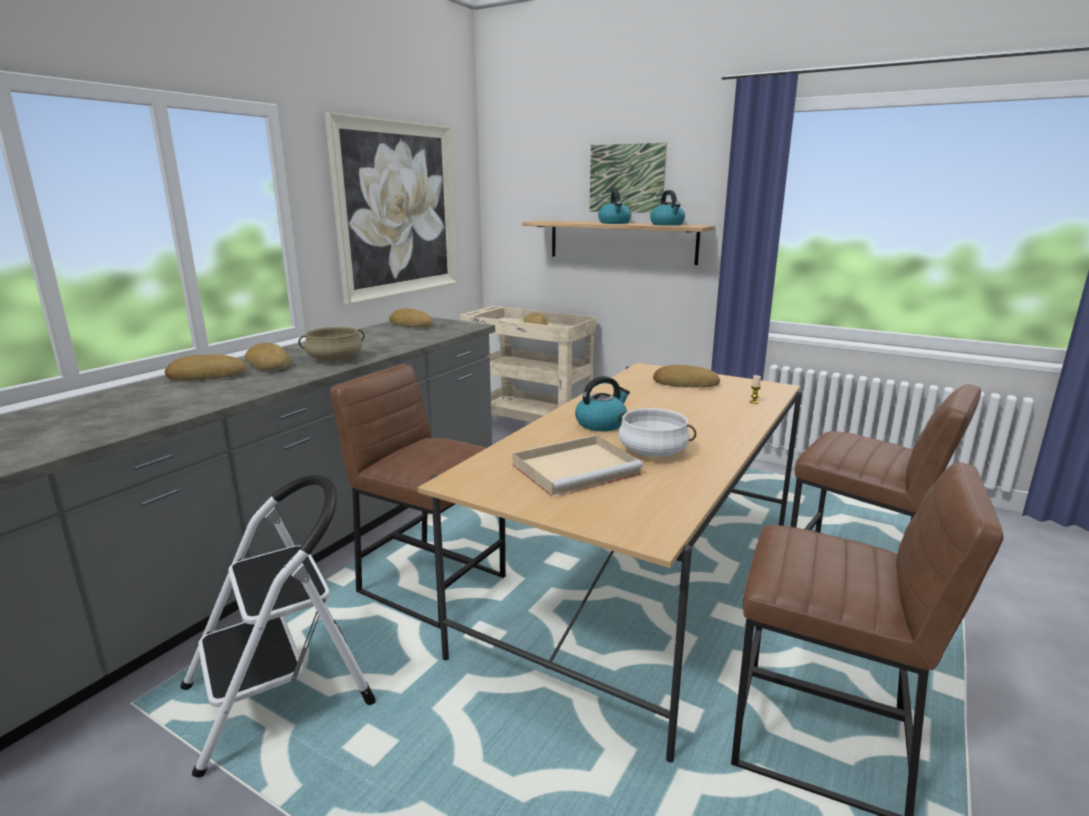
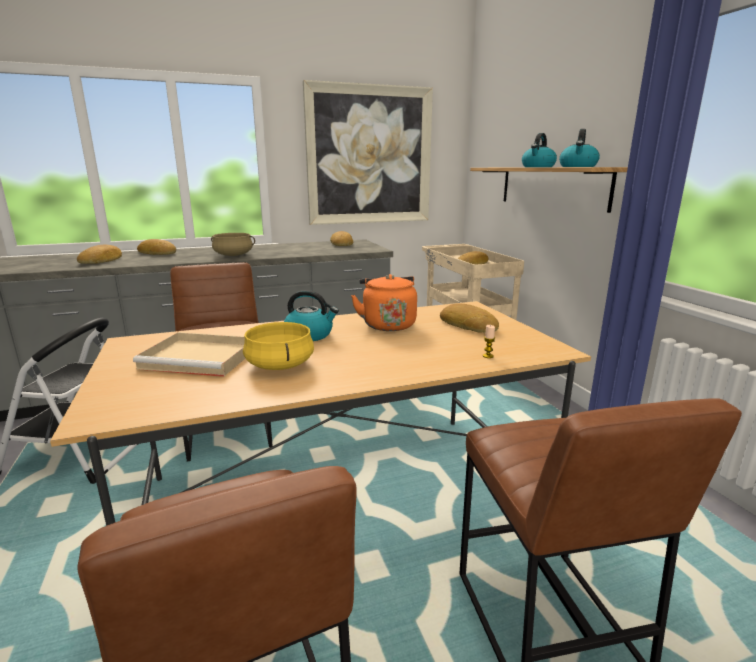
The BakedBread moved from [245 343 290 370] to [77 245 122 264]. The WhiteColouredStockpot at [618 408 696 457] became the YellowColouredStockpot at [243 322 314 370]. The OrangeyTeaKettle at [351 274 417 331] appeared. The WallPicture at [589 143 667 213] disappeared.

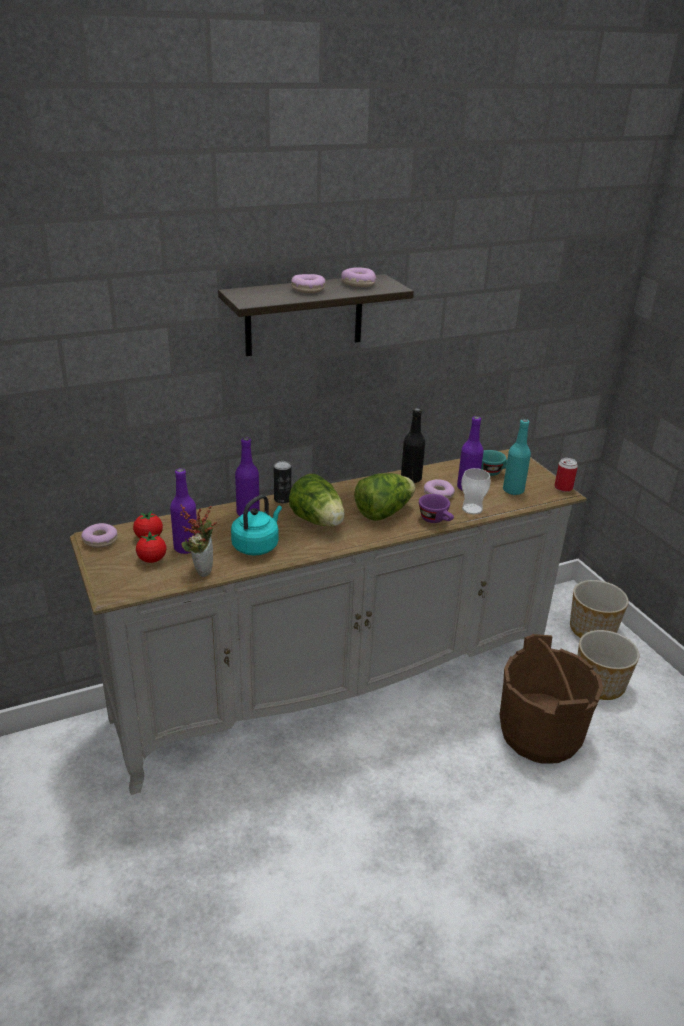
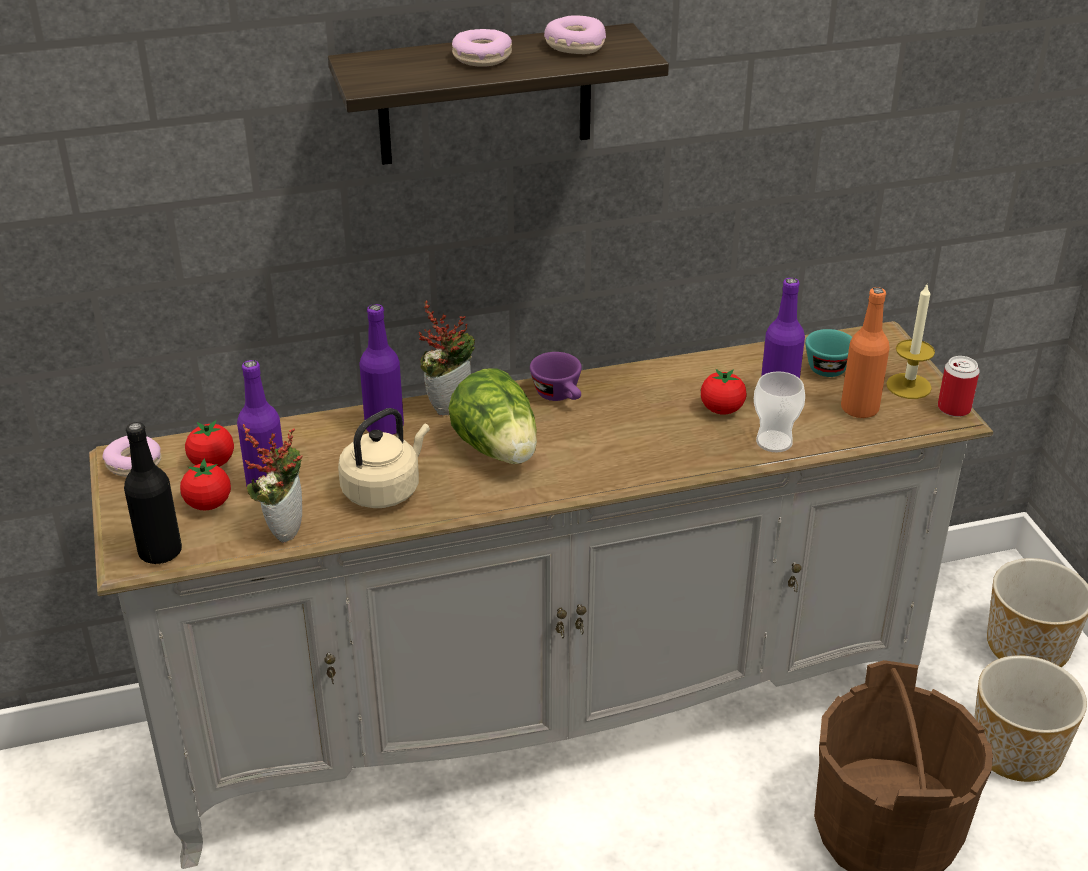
The BlackishDrinkBottle moved from [401 408 425 483] to [124 422 182 564]. The BlueGreenTeaKettle at [231 495 282 556] became the BeigeColouredTeaKettle at [338 408 430 508]. The MetalCan at [274 461 291 503] was replaced by the Houseplant at [419 300 475 416]. The PurpleColouredCup moved from [419 494 454 523] to [530 352 582 401]. The RingDoughnut at [424 479 455 499] was replaced by the Tomato at [701 369 746 415]. The BlueGreenDrinkBottle at [503 419 531 495] became the OrangeyDrinkBottle at [841 287 890 419]. The Candle at [886 285 935 399] appeared. The Lettuce at [354 473 415 521] disappeared.

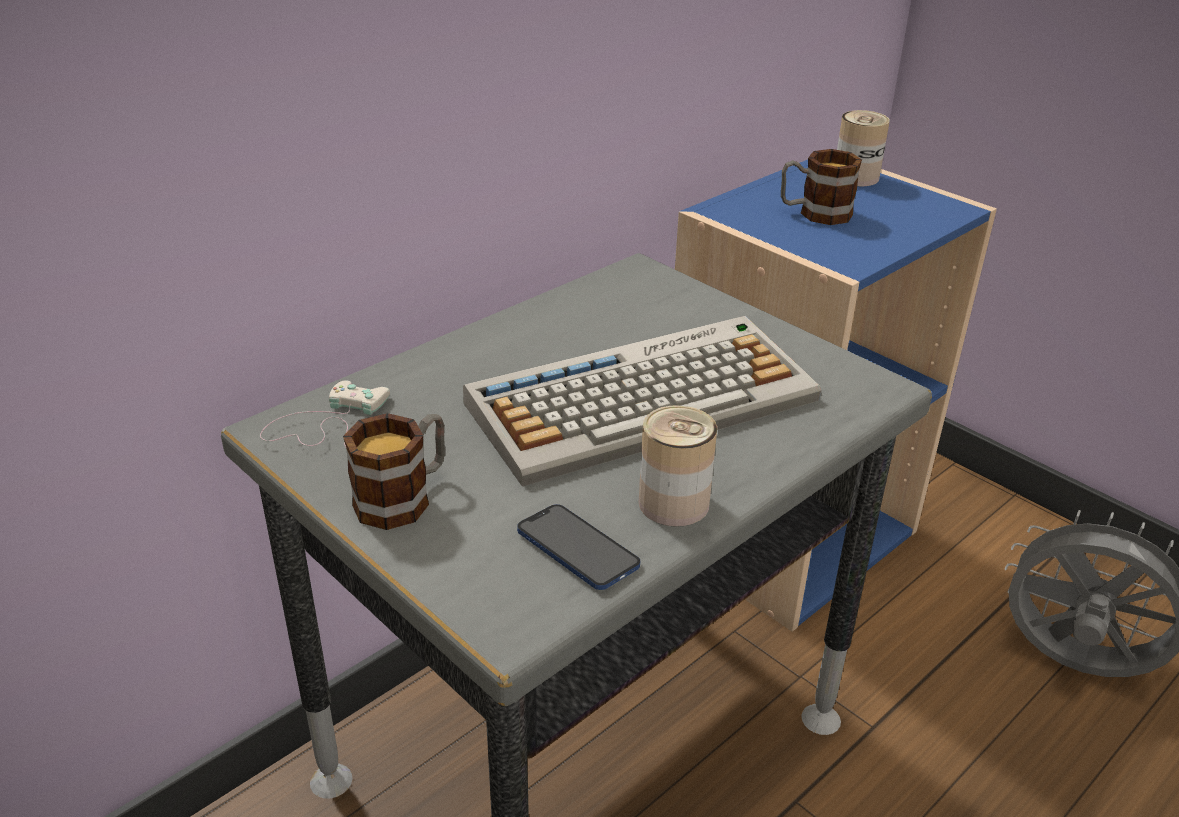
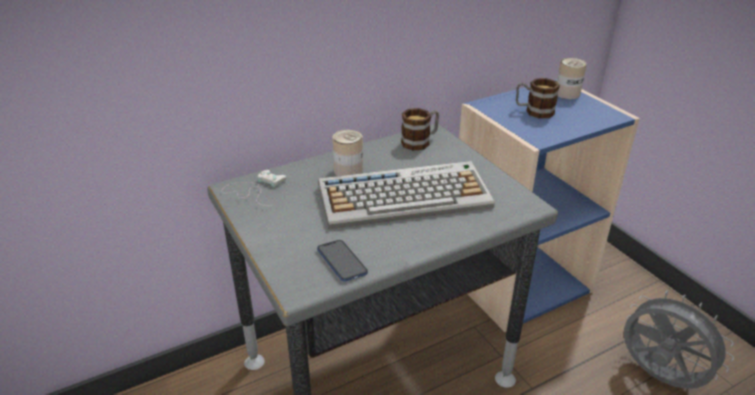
The MetalCan moved from [639 405 717 527] to [333 130 363 176]. The TeaMug moved from [343 413 445 530] to [401 108 439 151].

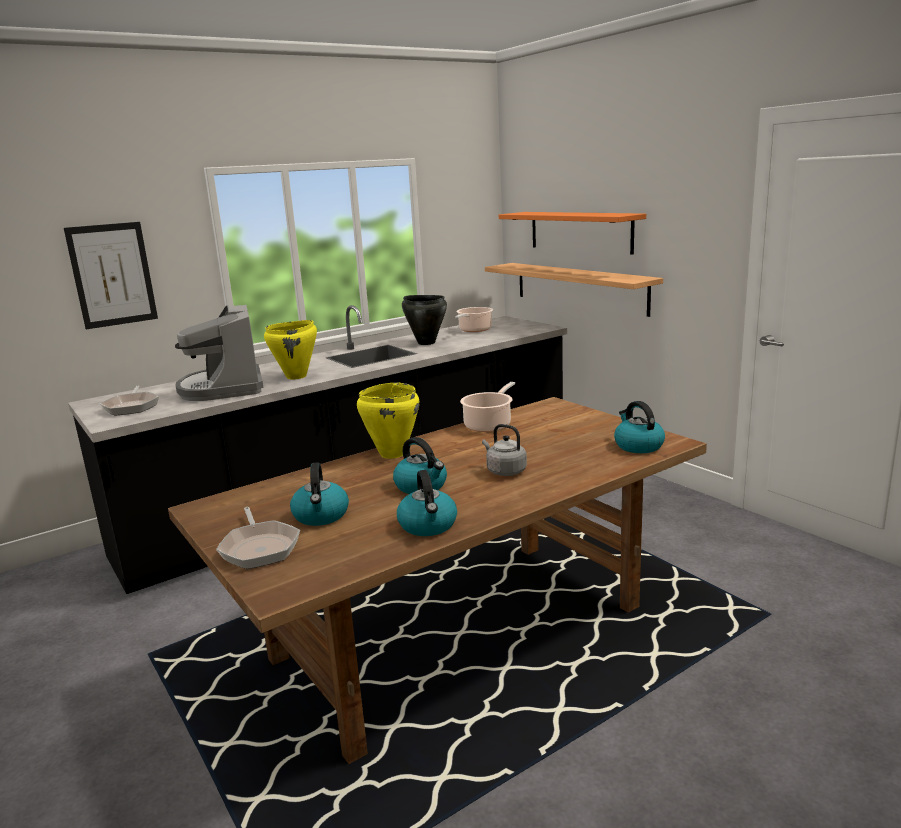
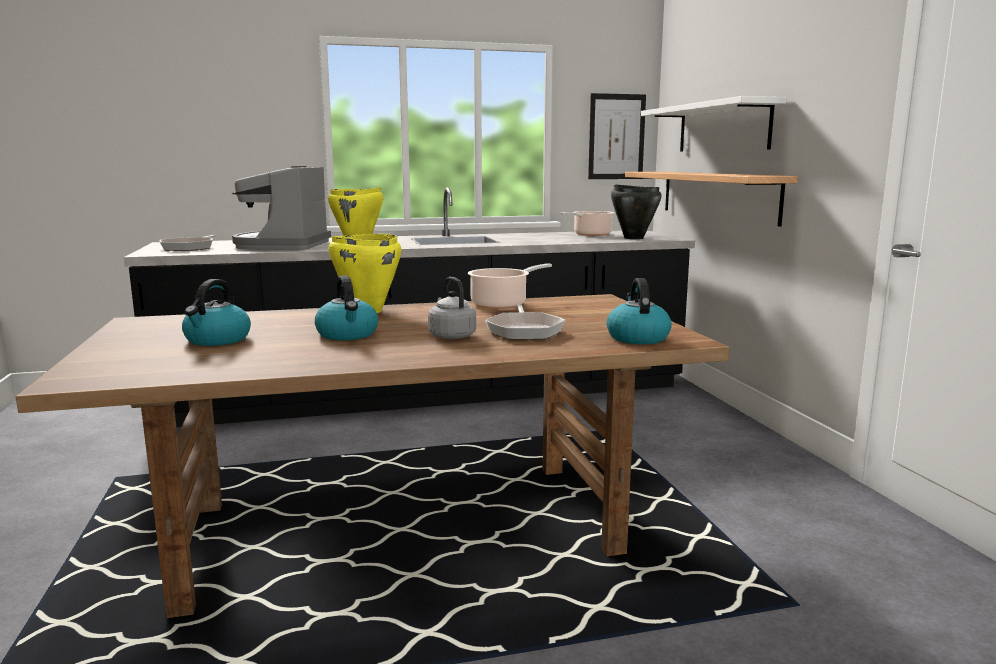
The FryingPan moved from [216 507 300 569] to [485 304 565 340]. The WallPicture moved from [64 222 158 329] to [588 93 646 179]. The BlackishStockpot moved from [402 295 447 345] to [611 185 661 239]. The OrangeyBracketShelf at [499 212 646 255] became the WhiteColouredBracketShelf at [641 96 786 152]. The TeaKettle at [397 470 457 536] disappeared.

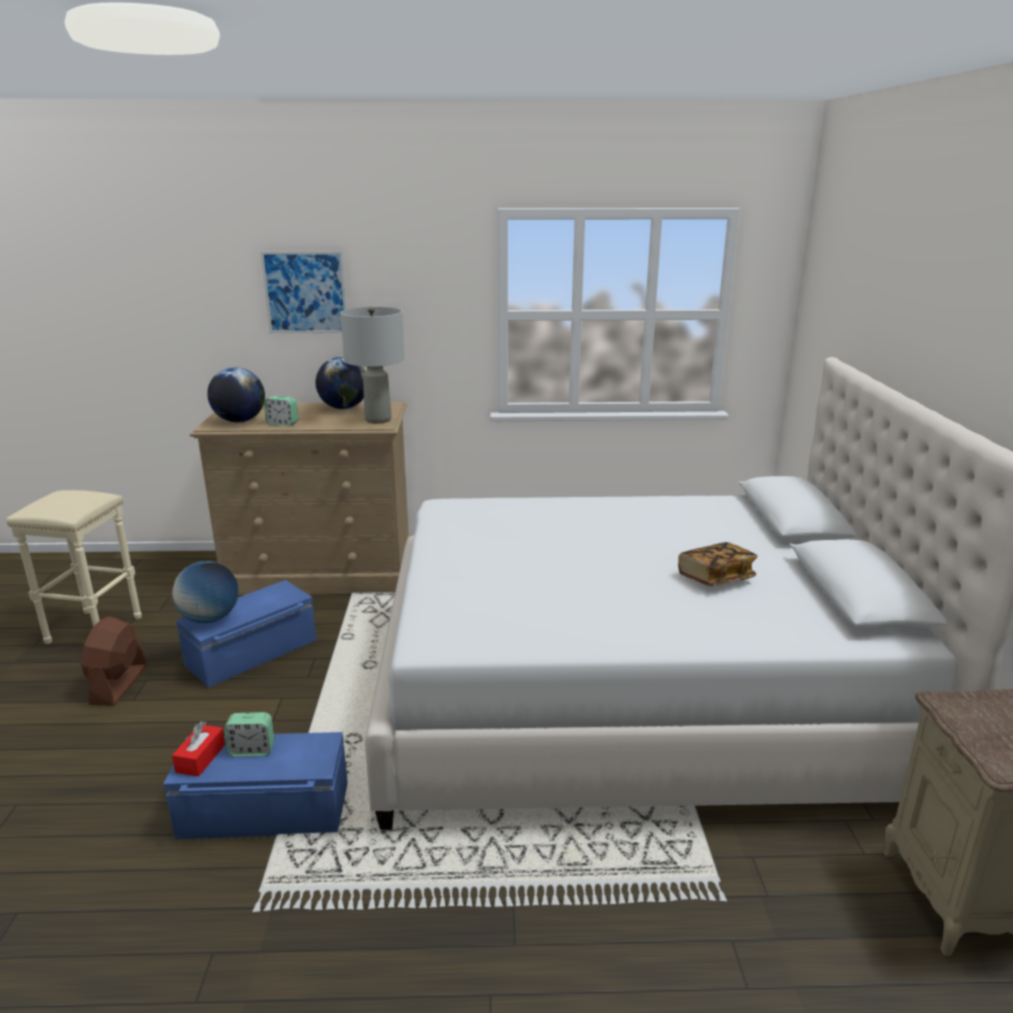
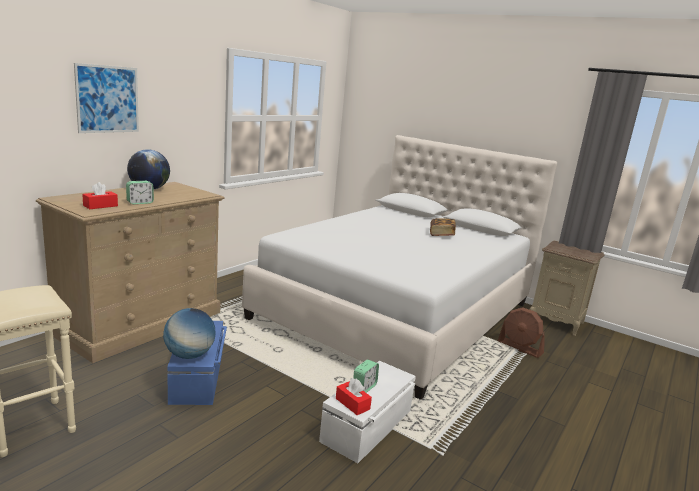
The WorldGlobe at [207 367 265 422] was replaced by the RedTissueBox at [82 182 118 209]. The BluishStorageBin at [164 732 348 839] became the WhiteColouredStorageBin at [319 361 416 463]. The BrownishFan moved from [81 616 147 706] to [498 307 545 358]. The GreyishTabletopLamp at [340 307 405 424] disappeared.

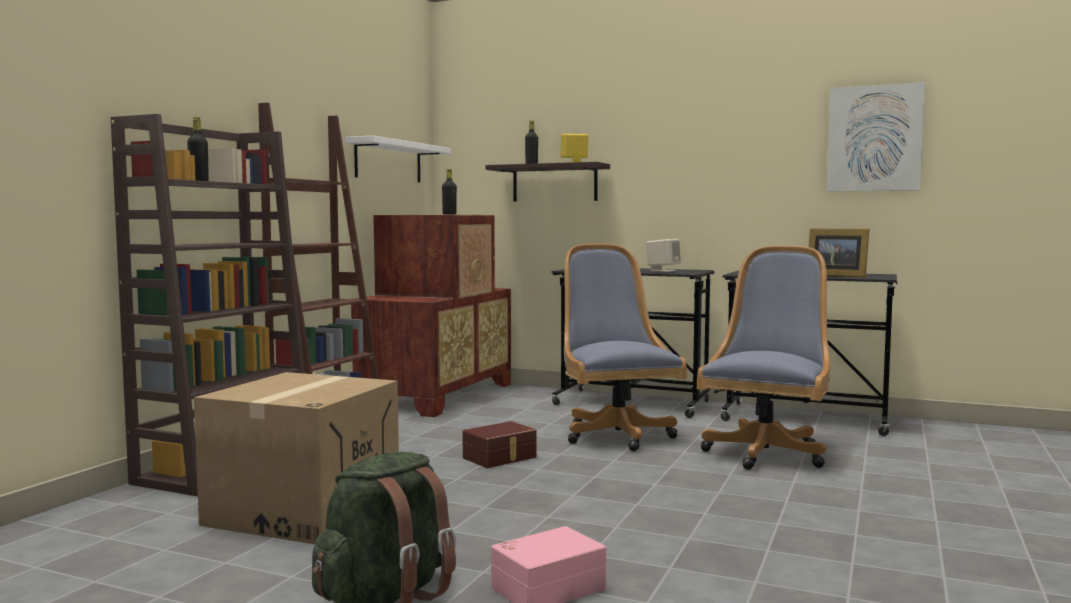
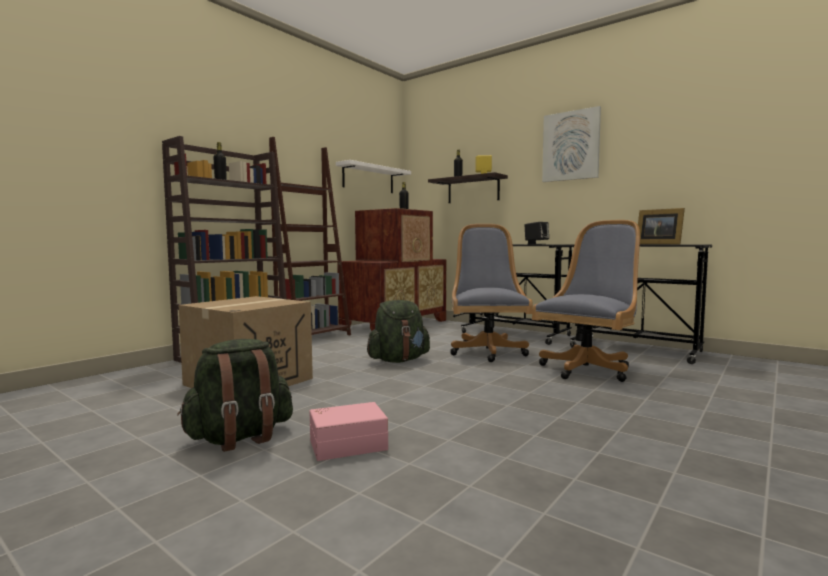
The BrownishStorageBin at [463 421 537 468] was replaced by the GreenishBackpack at [367 300 430 363]. The BeigeColouredSpeaker at [646 239 681 272] became the BlackishSpeaker at [525 222 549 244]. The WallPicture moved from [827 82 925 192] to [542 106 601 182].

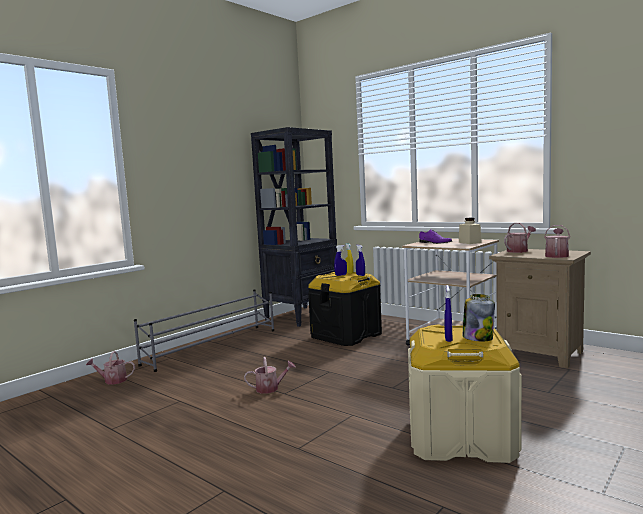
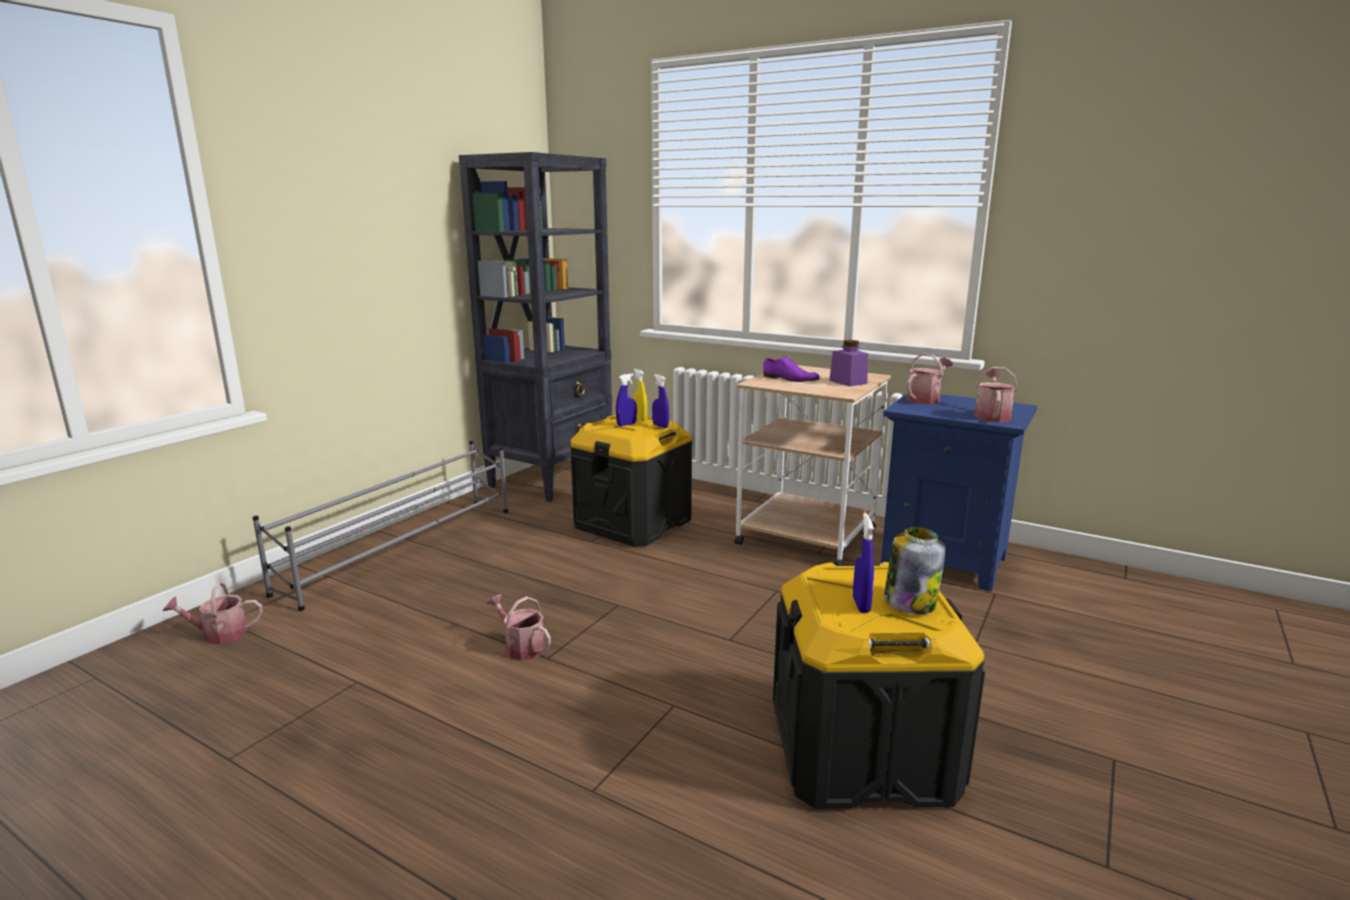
The WateringPot at [244 357 295 394] turned 120 degrees counterclockwise. The BeigeColouredStorageBin at [408 325 522 463] became the BlackishStorageBin at [773 562 985 809]. The BeigeColouredJar at [459 218 482 244] became the PurpleColouredJar at [829 340 868 387]. The BeigeColouredNightstand at [489 249 591 368] became the BluishNightstand at [881 393 1037 591].

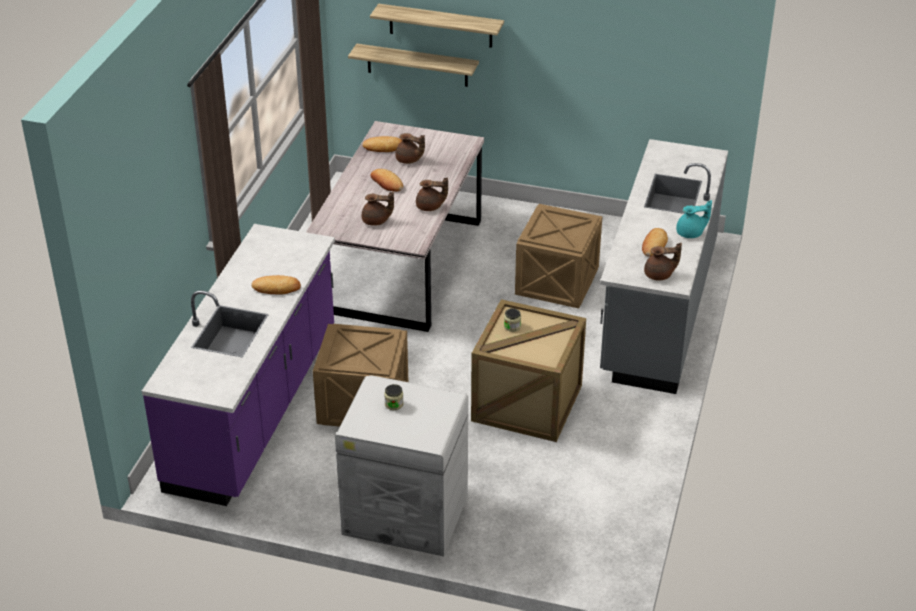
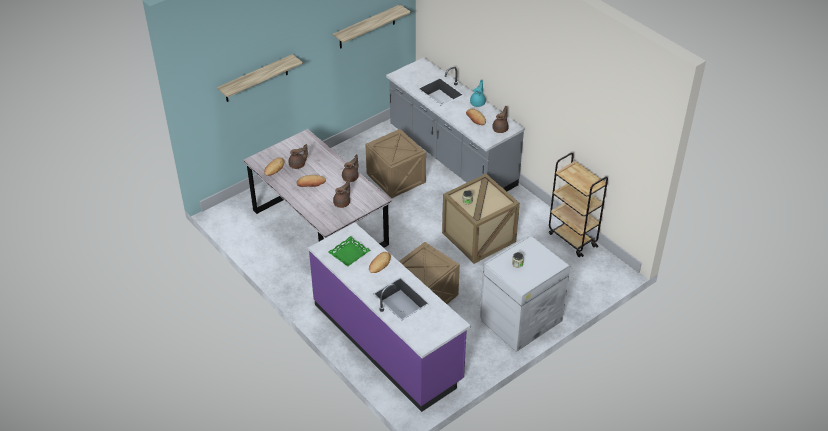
The GreenishTray at [328 236 370 266] appeared. The BracketShelf moved from [348 44 479 87] to [333 5 411 49]. The BrownishWheeledCart at [549 153 608 257] appeared.

